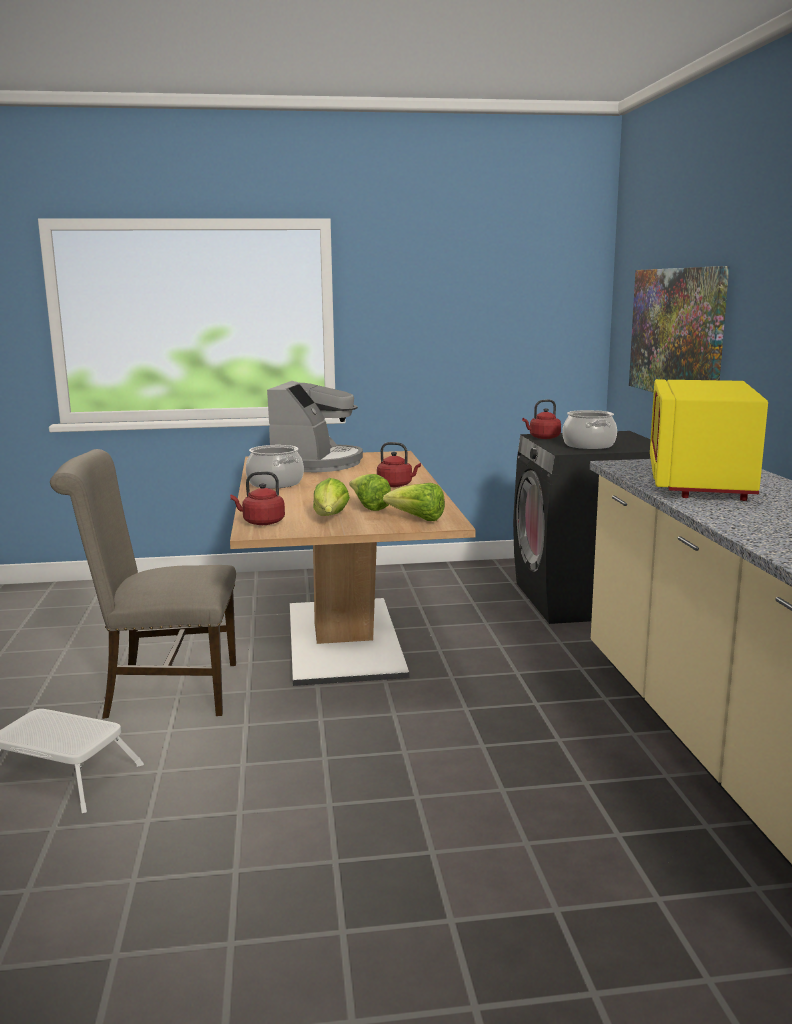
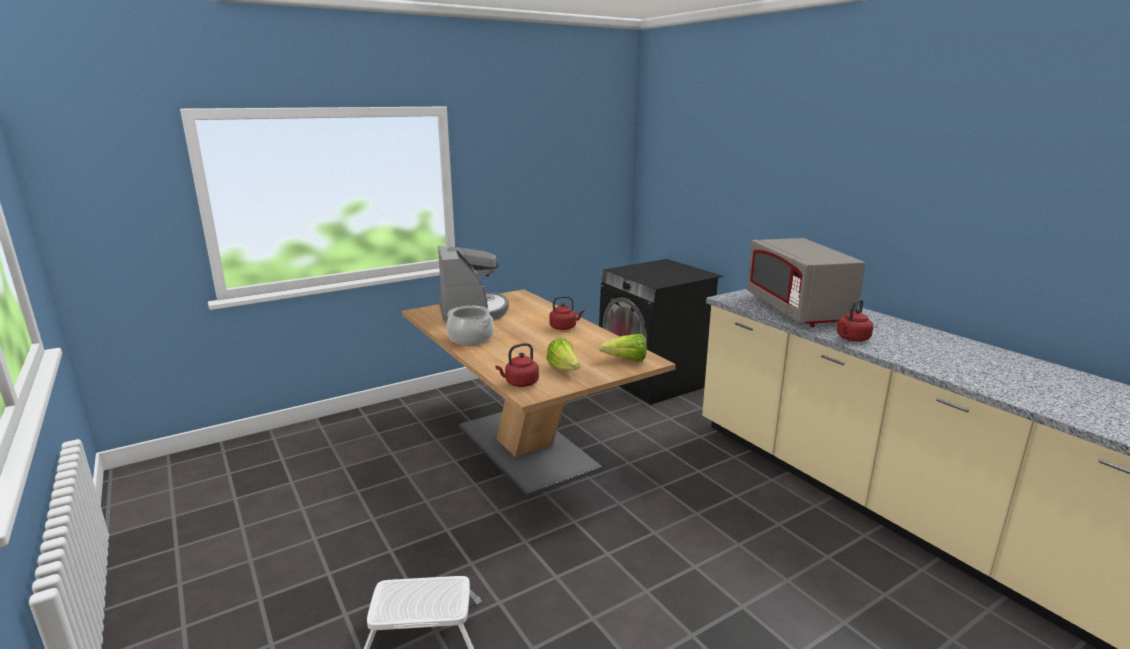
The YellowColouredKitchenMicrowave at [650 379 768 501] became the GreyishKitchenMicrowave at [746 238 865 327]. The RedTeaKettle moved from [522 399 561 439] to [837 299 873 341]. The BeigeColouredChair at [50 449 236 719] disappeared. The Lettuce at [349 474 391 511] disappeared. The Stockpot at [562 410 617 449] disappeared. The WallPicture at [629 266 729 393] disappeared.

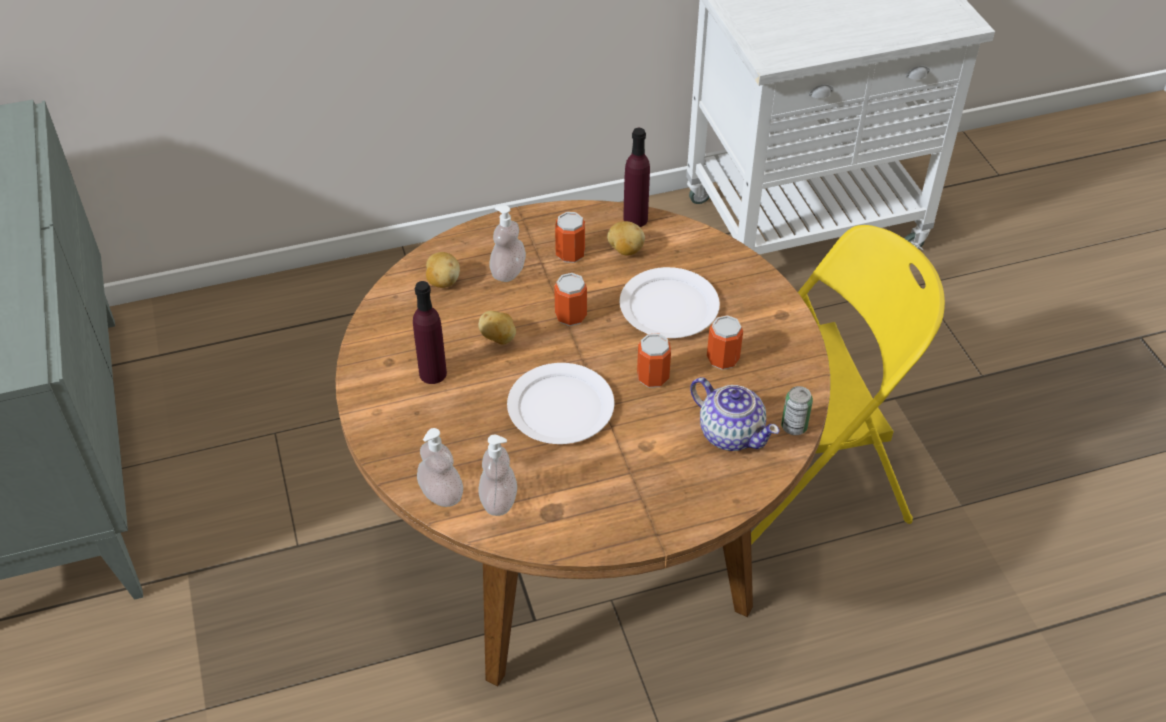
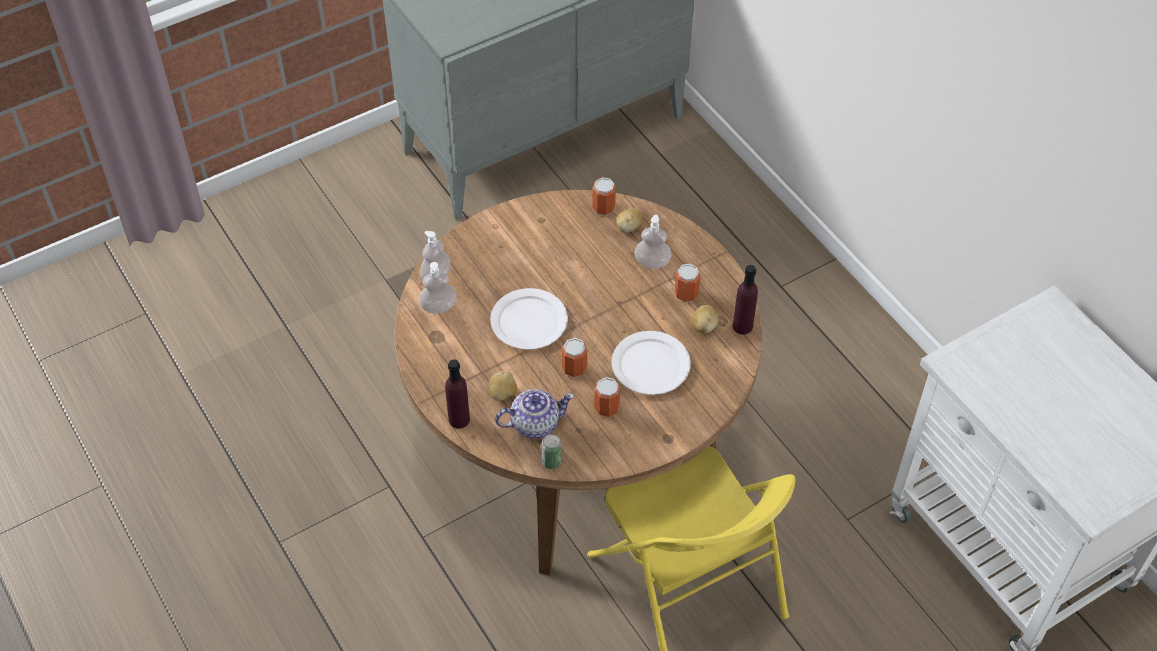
The PurpleColouredDrinkBottle moved from [413 281 447 384] to [445 359 470 429]. The WholePotato moved from [478 311 516 345] to [488 371 517 401]. The TeaPot at [690 377 779 451] turned 135 degrees counterclockwise. The MetalCan moved from [554 273 587 326] to [592 177 616 215].

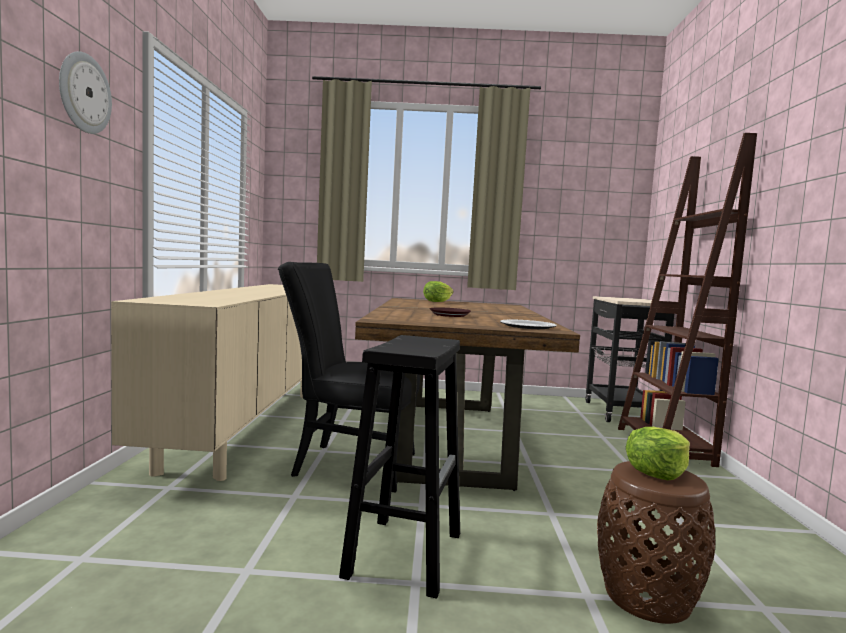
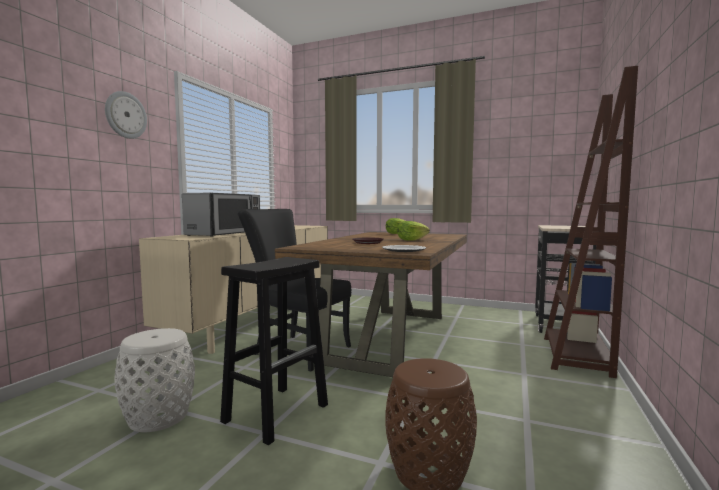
The WhiteColouredStool at [115 328 195 432] appeared. The KitchenMicrowave at [182 193 260 237] appeared. The Lettuce moved from [626 427 690 480] to [397 221 430 241].

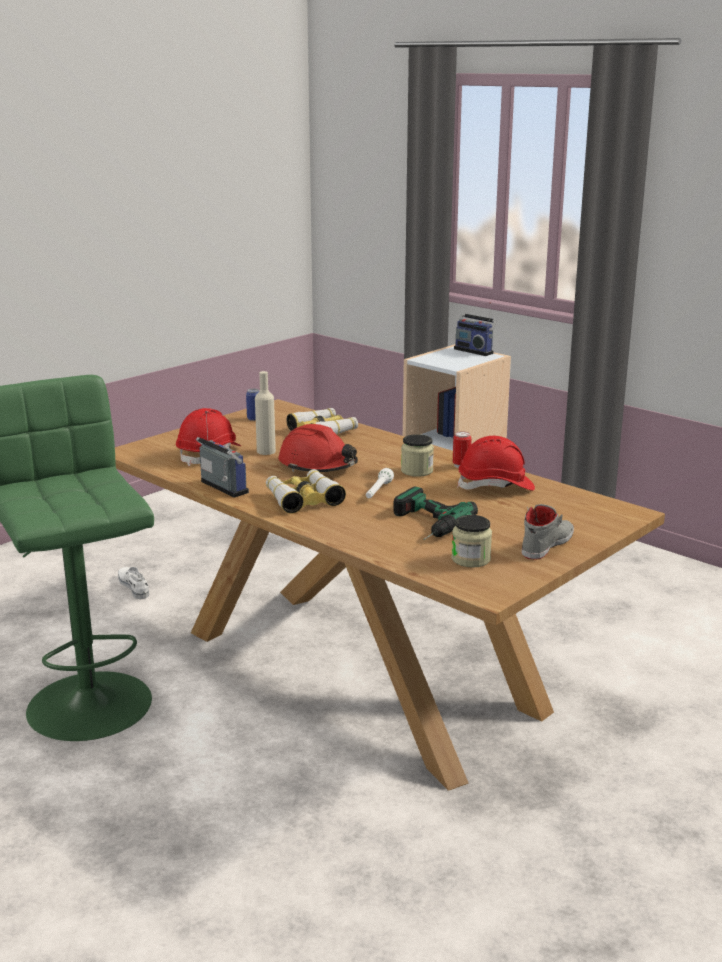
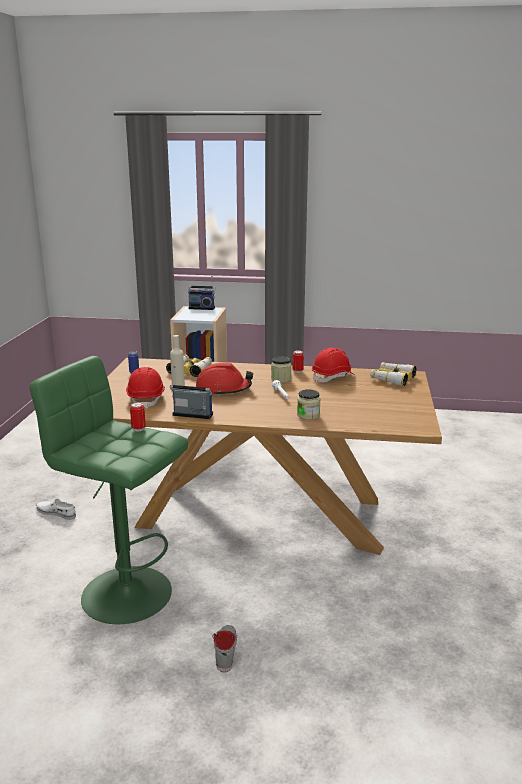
The MetalCan at [130 402 146 431] appeared. The GreyishItemOfFootwear moved from [522 504 574 560] to [212 625 238 672]. The Jar moved from [452 515 492 568] to [297 389 321 420]. The FieldGlasses moved from [266 469 346 513] to [370 362 417 386]. The Drill at [393 487 478 540] disappeared.

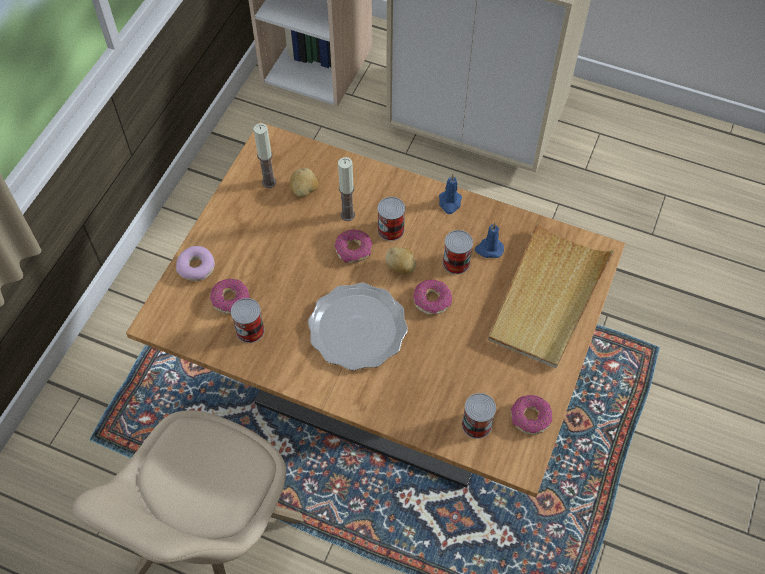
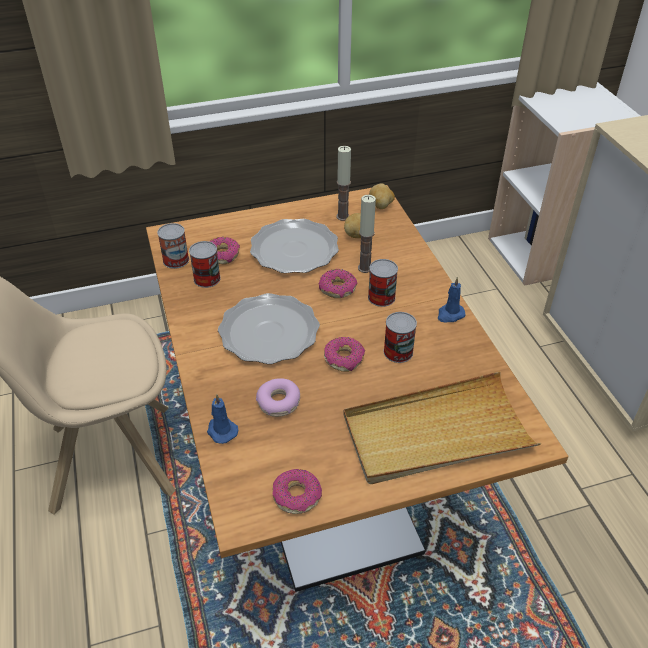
The MetalCan moved from [462 393 496 439] to [157 223 189 269]. The BluishCandle moved from [475 222 504 258] to [207 394 238 444]. The DinnerPlate at [250 219 339 273] appeared. The RingDoughnut moved from [176 246 215 281] to [256 378 300 417]. The WholePotato moved from [386 247 416 274] to [369 183 395 209].

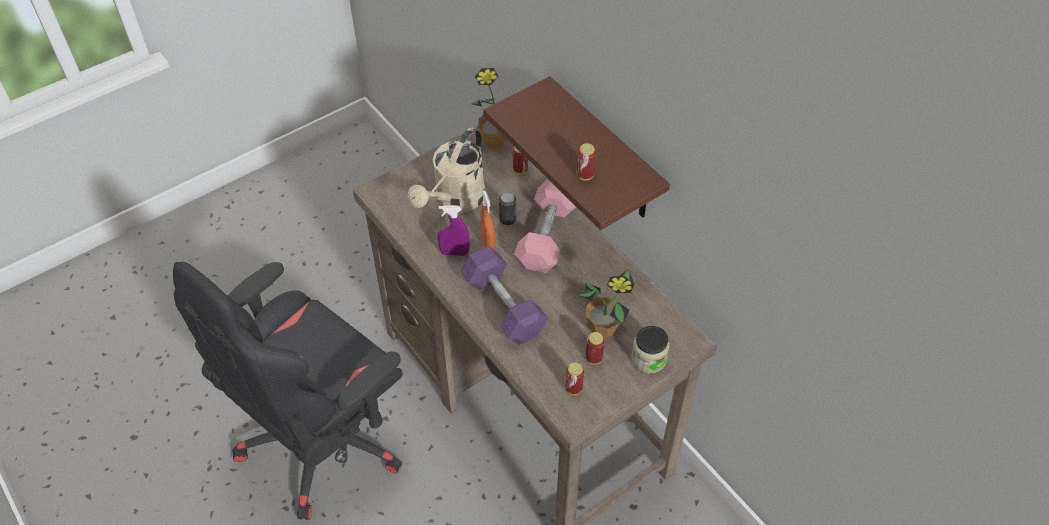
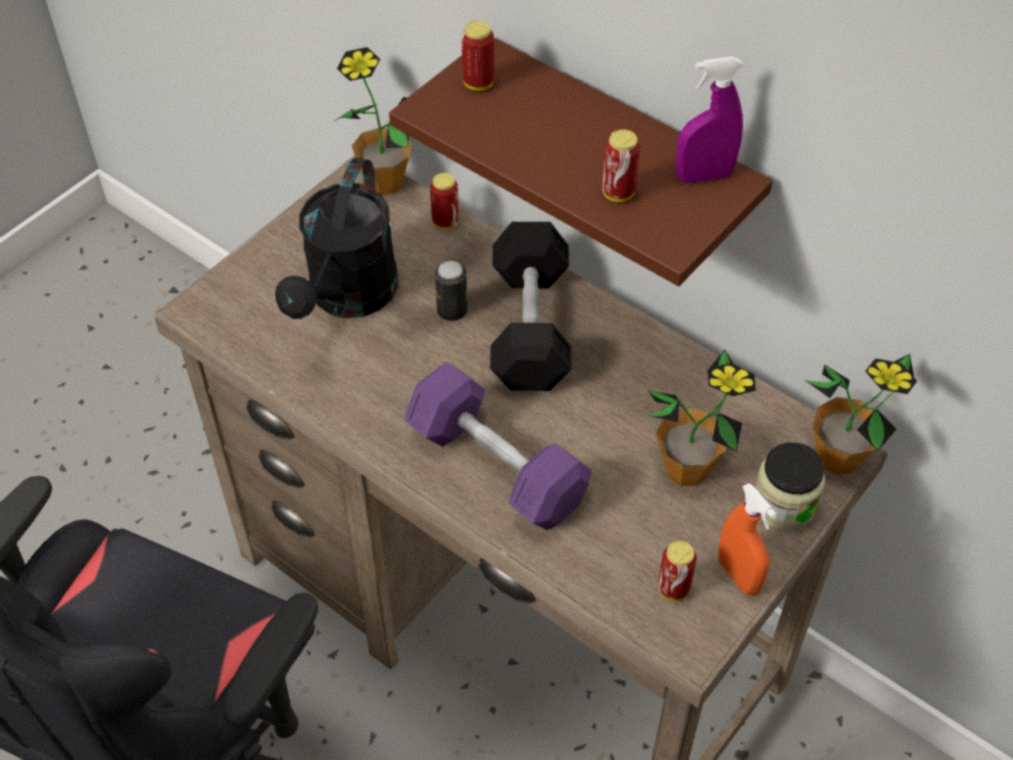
The BeigeColouredWateringPot at [408 128 485 213] became the BlackishWateringPot at [275 158 398 319]. The MetalCan moved from [586 332 605 365] to [461 21 494 91]. The PinkHandWeight at [514 179 576 273] became the BlackishHandWeight at [490 222 572 391]. The PurpleColouredHandSprayer moved from [438 205 470 256] to [676 56 743 184]. The OrangeyHandSprayer moved from [480 191 495 249] to [718 483 777 595]. The Houseplant at [805 354 917 475] appeared.

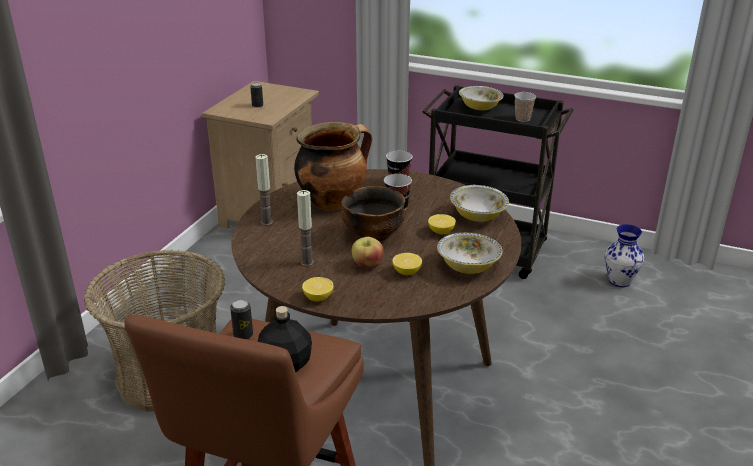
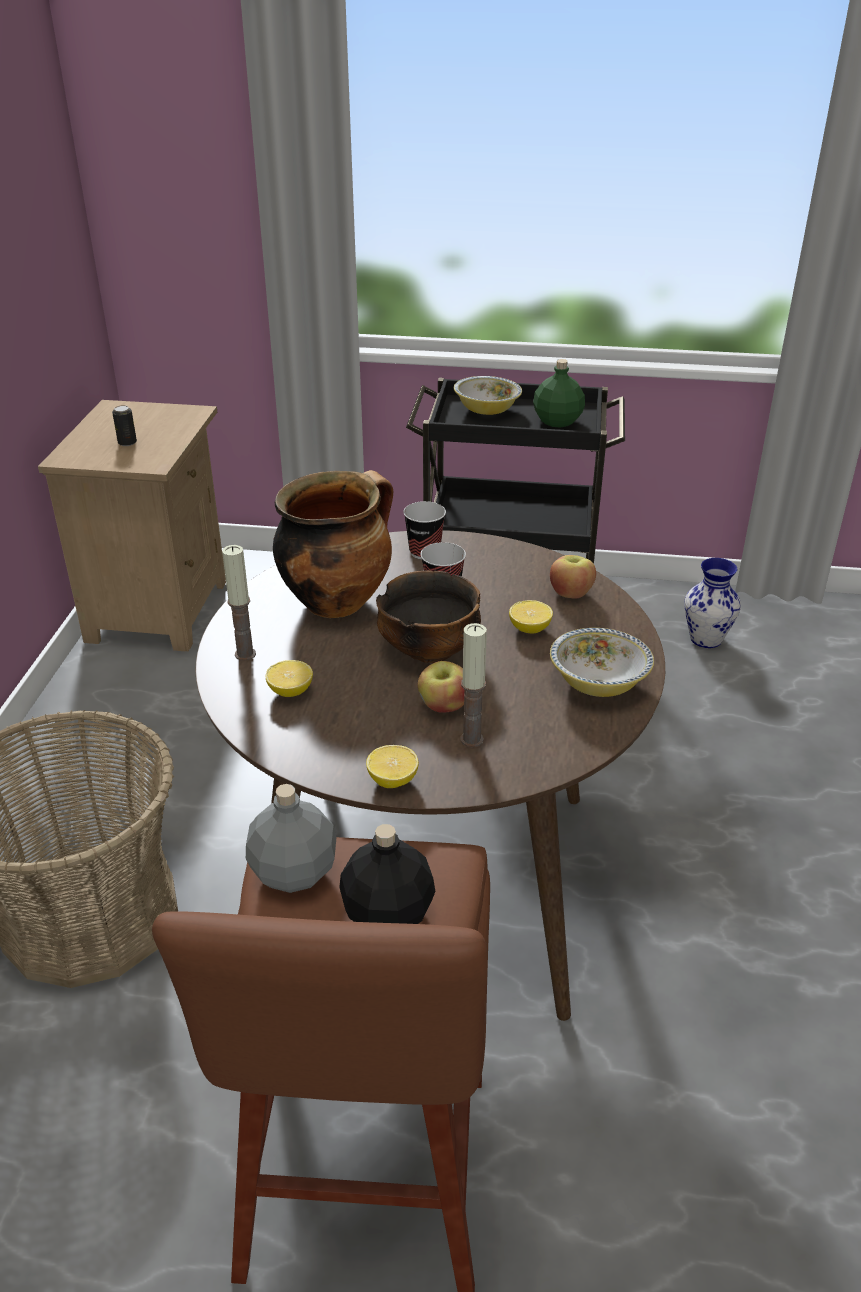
The MetalCan at [230 299 253 339] was replaced by the GreyishDrinkBottle at [246 784 336 893]. The CitrusFruit moved from [392 253 422 275] to [266 660 313 697]. The Candle moved from [297 190 314 267] to [460 623 487 747]. The Cup at [514 92 536 122] was replaced by the GreenishDrinkBottle at [533 359 585 428]. The Bowl at [450 185 509 222] was replaced by the Apple at [550 555 596 599].

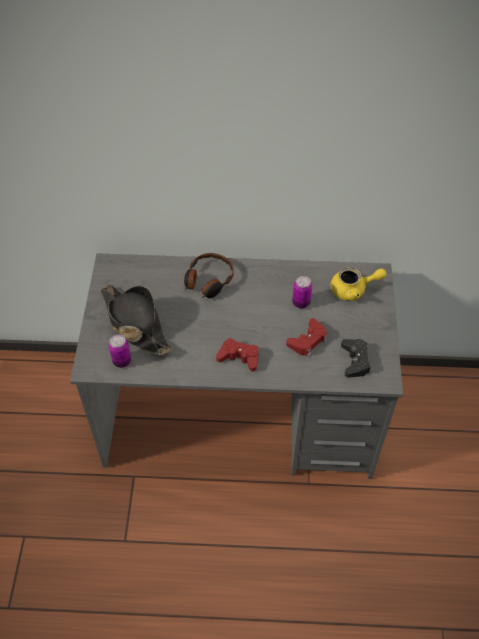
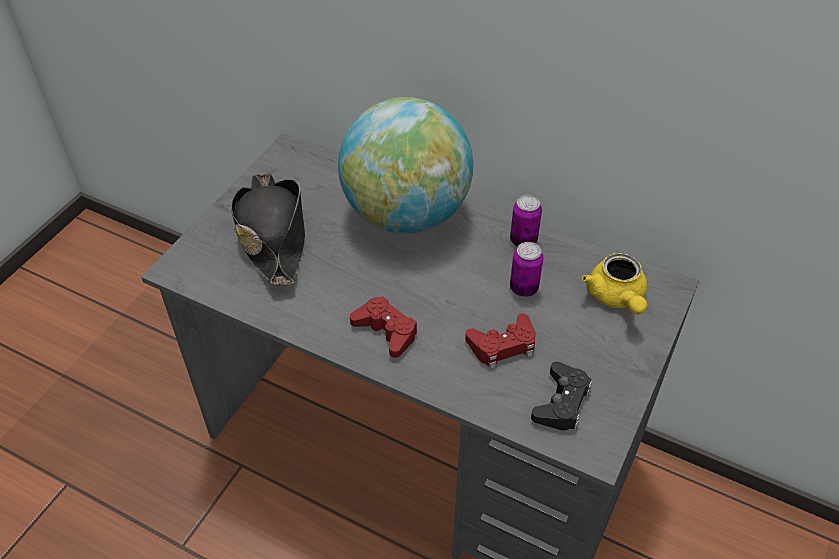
The Headset at [184 253 234 298] was replaced by the WorldGlobe at [338 97 473 234]. The MetalCan moved from [109 335 131 368] to [510 195 542 247]. The YellowColouredTeaPot at [331 267 387 301] turned 60 degrees clockwise.

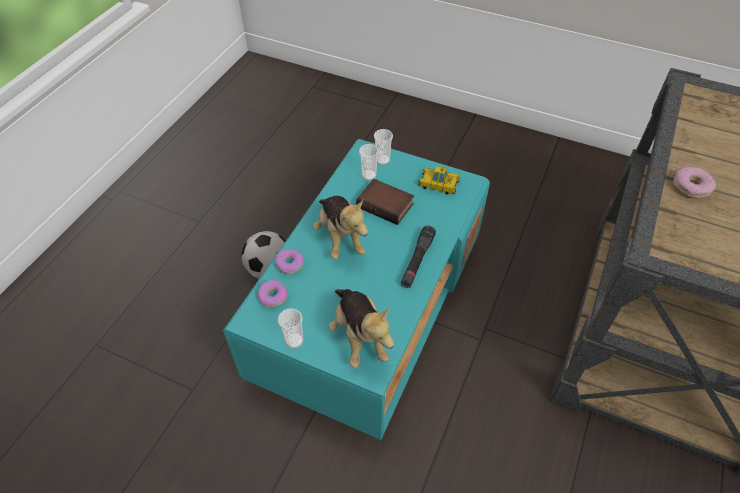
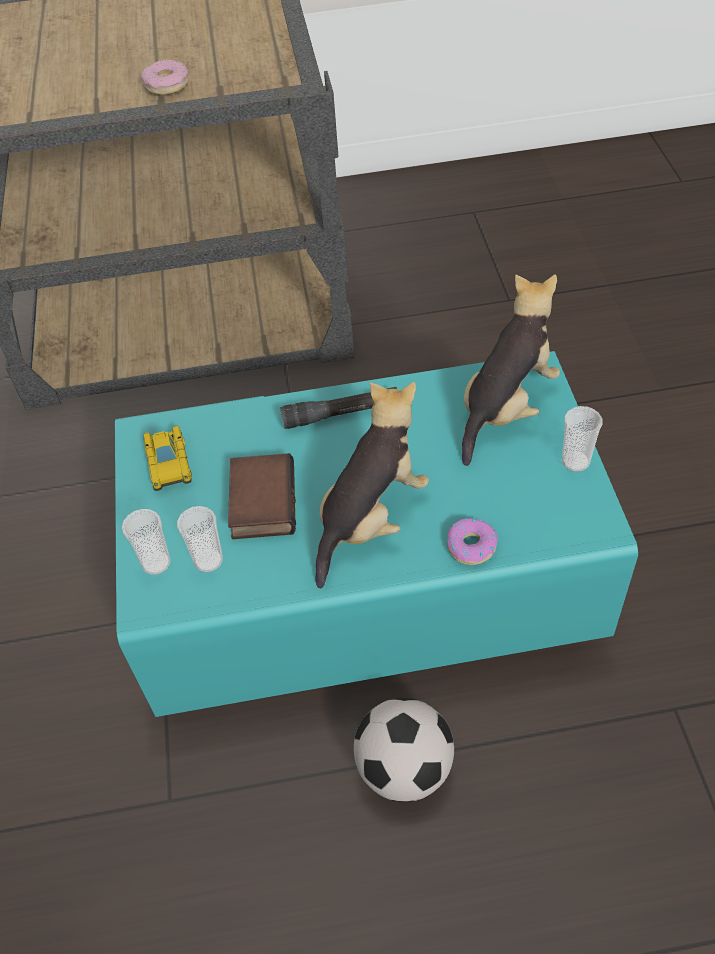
The RingDoughnut at [258 280 287 307] disappeared.

